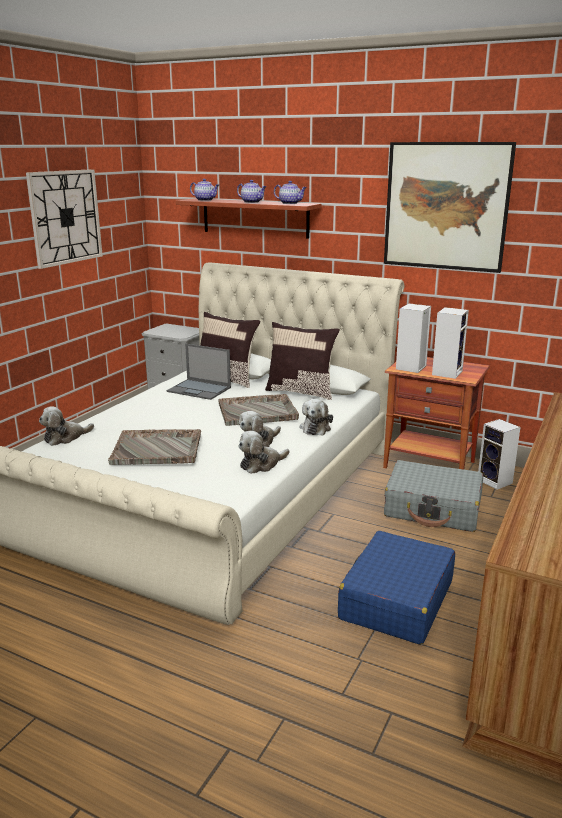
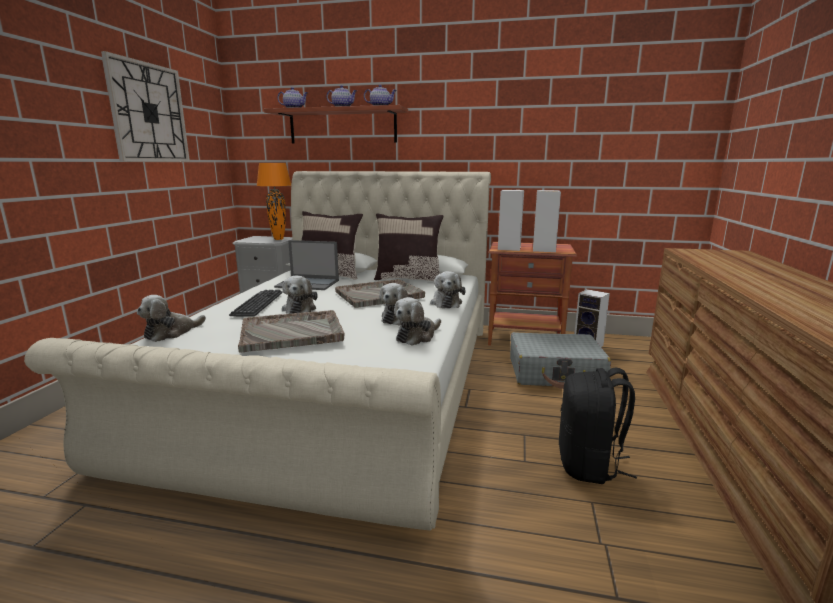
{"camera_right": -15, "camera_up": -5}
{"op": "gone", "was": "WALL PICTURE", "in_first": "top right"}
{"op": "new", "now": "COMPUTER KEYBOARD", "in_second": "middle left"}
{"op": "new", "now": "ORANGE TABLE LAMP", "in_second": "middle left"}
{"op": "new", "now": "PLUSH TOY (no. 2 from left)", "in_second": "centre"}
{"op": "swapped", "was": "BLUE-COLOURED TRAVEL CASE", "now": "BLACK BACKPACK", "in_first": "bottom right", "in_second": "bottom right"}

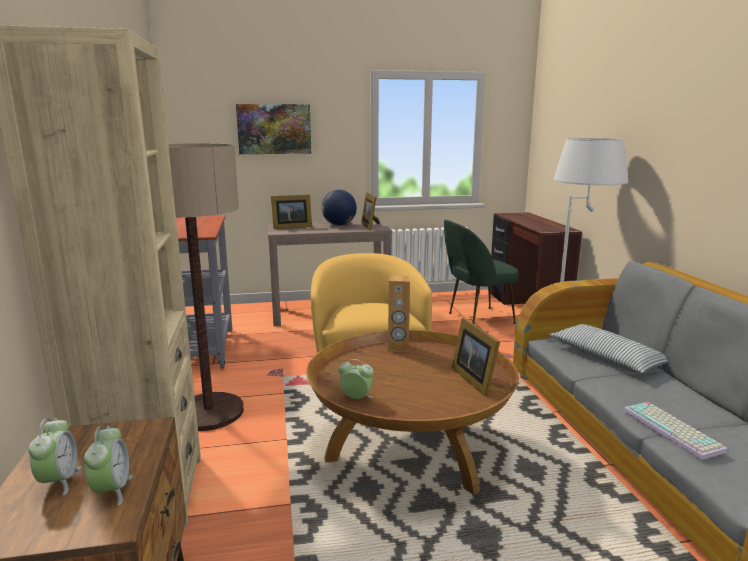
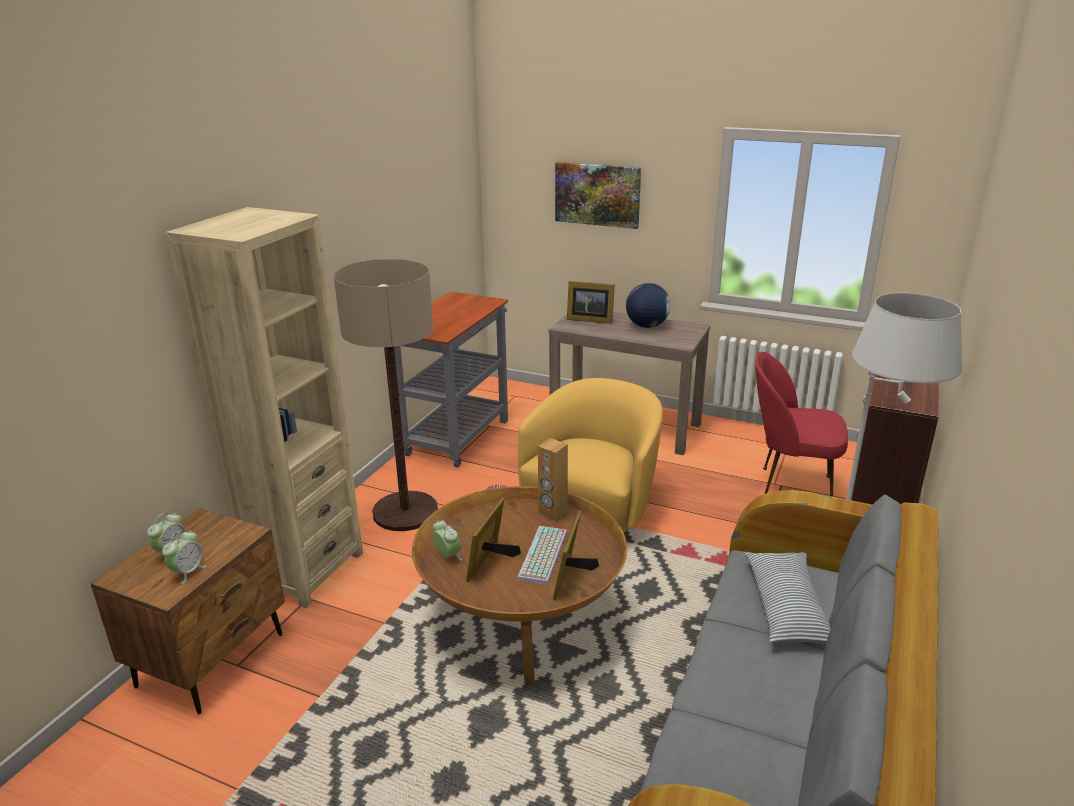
{"camera_right": 35, "camera_up": 10}
{"op": "shifted", "was": "PICTURE FRAME (no. 2 from left in the first image)", "now": "PICTURE FRAME (no. 1 from left)", "in_first": "centre", "in_second": "bottom centre"}
{"op": "shifted", "was": "COMPUTER KEYBOARD", "in_first": "bottom right", "in_second": "bottom centre"}
{"op": "repainted", "was": "GREEN CHAIR", "now": "RED CHAIR", "in_first": "centre", "in_second": "middle right"}

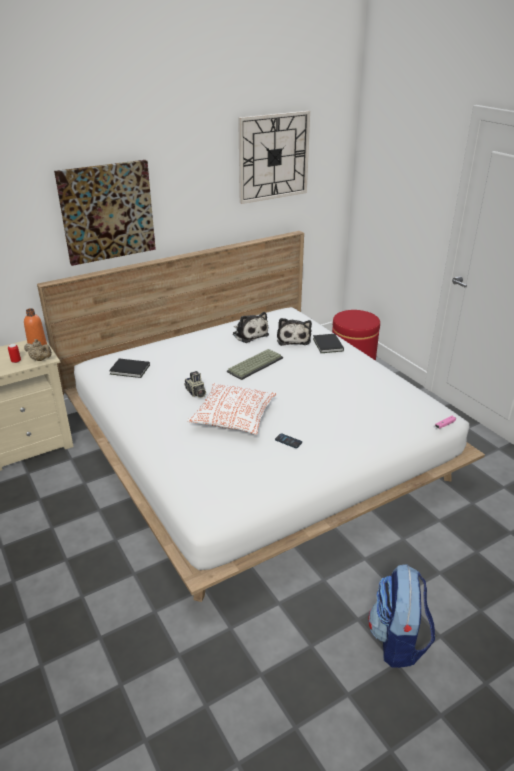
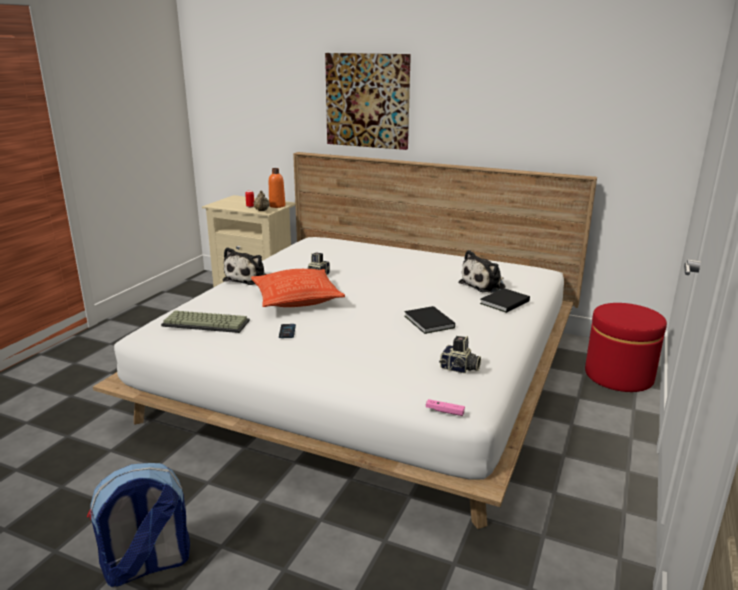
{"camera_right": 55, "camera_up": -10}
{"op": "gone", "was": "WALL CLOCK", "in_first": "top centre"}
{"op": "new", "now": "PHOTO CAMERA (no. 2 from left)", "in_second": "centre"}
{"op": "shifted", "was": "BLACK BOUND BOOK (no. 1 from left)", "in_first": "middle left", "in_second": "centre"}
{"op": "shifted", "was": "COMPUTER KEYBOARD", "in_first": "centre", "in_second": "middle left"}
{"op": "shifted", "was": "PLUSH TOY (no. 1 from left)", "in_first": "centre", "in_second": "middle left"}
{"op": "repainted", "was": "WHITE-COLOURED CUSHION", "now": "ORANGE CUSHION", "in_first": "centre", "in_second": "centre"}

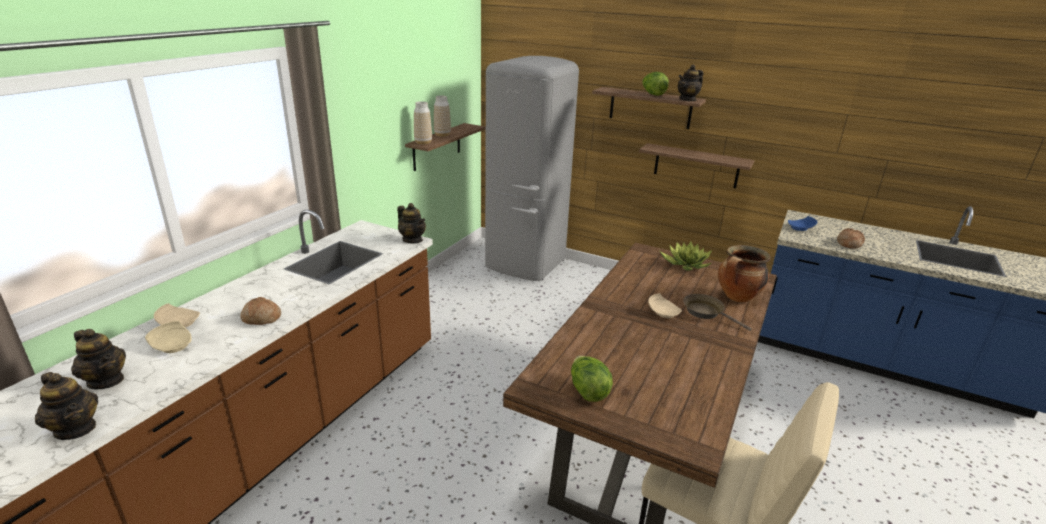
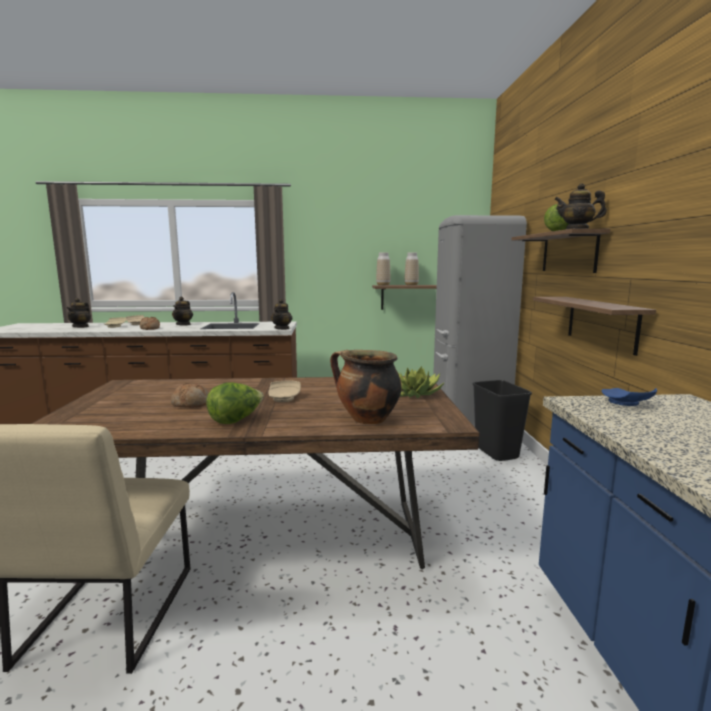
{"camera_right": 60, "camera_up": -15}
{"op": "gone", "was": "BROWN PAN", "in_first": "middle right"}
{"op": "new", "now": "BLACK RUBBISH BIN", "in_second": "middle right"}
{"op": "shifted", "was": "TEA POT (no. 1 from left in the first image)", "now": "TEA POT (no. 2 from left)", "in_first": "bottom left", "in_second": "middle left"}
{"op": "shifted", "was": "HEAD OF LETTUCE (no. 1 from left)", "in_first": "bottom centre", "in_second": "middle left"}
{"op": "shifted", "was": "BAKED BREAD (no. 2 from left)", "in_first": "middle right", "in_second": "middle left"}

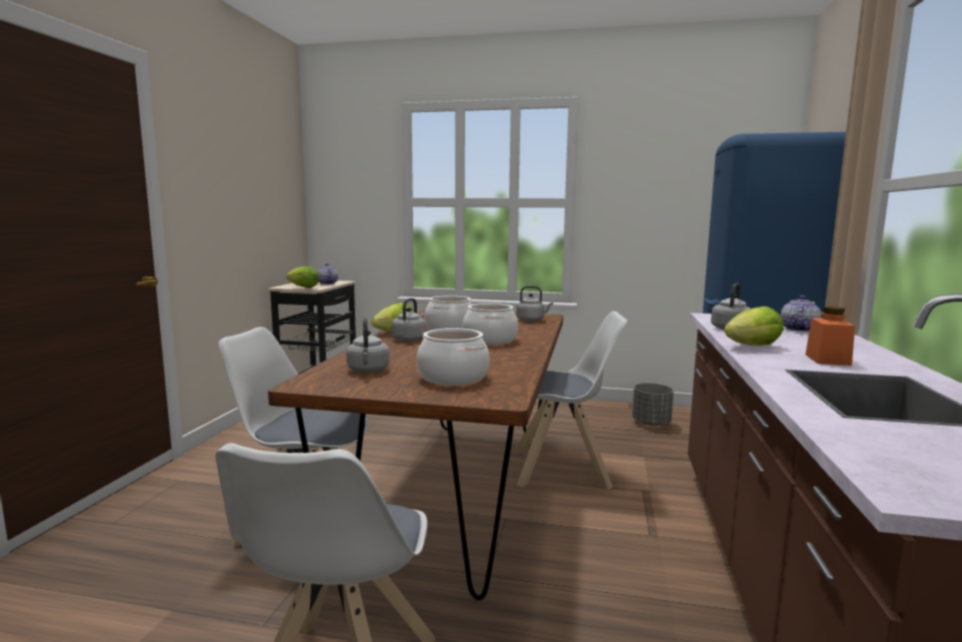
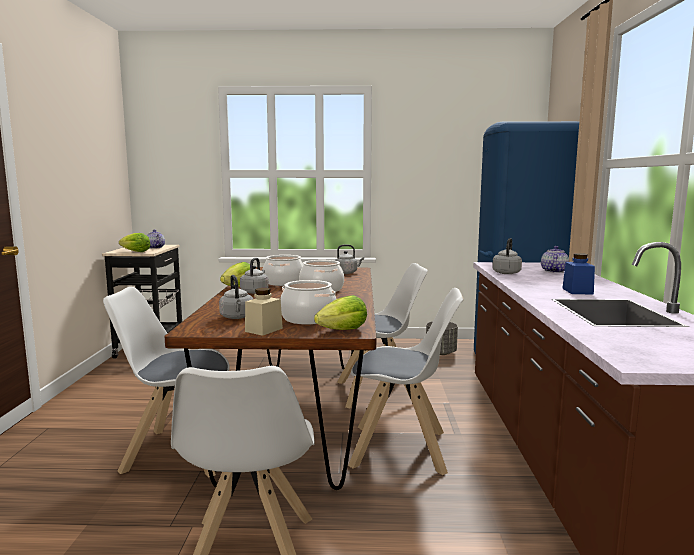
{"camera_right": -10, "camera_up": 0}
{"op": "new", "now": "SAND-COLOURED JAR", "in_second": "centre"}
{"op": "new", "now": "CHAIR (no. 4 from left)", "in_second": "bottom centre"}
{"op": "shifted", "was": "HEAD OF LETTUCE (no. 3 from left)", "in_first": "middle right", "in_second": "centre"}
{"op": "repainted", "was": "ORANGE JAR", "now": "BLUE-COLOURED JAR", "in_first": "middle right", "in_second": "middle right"}

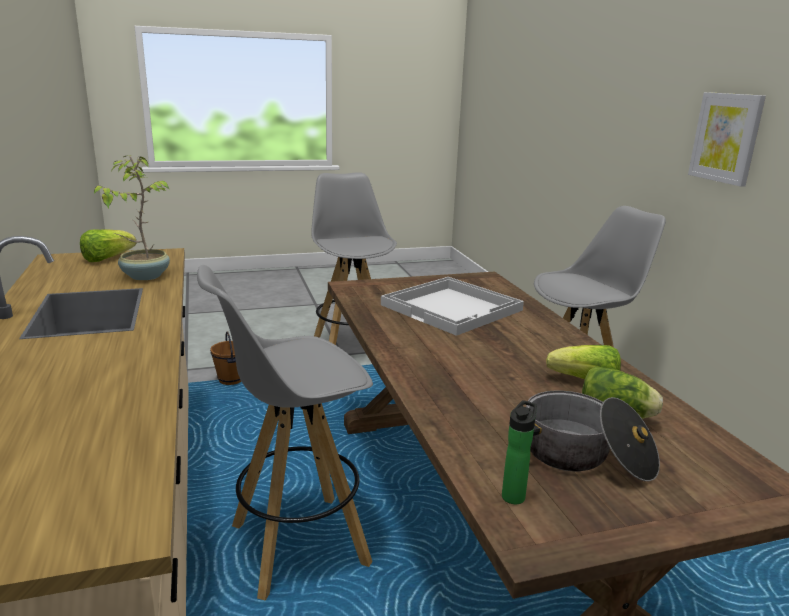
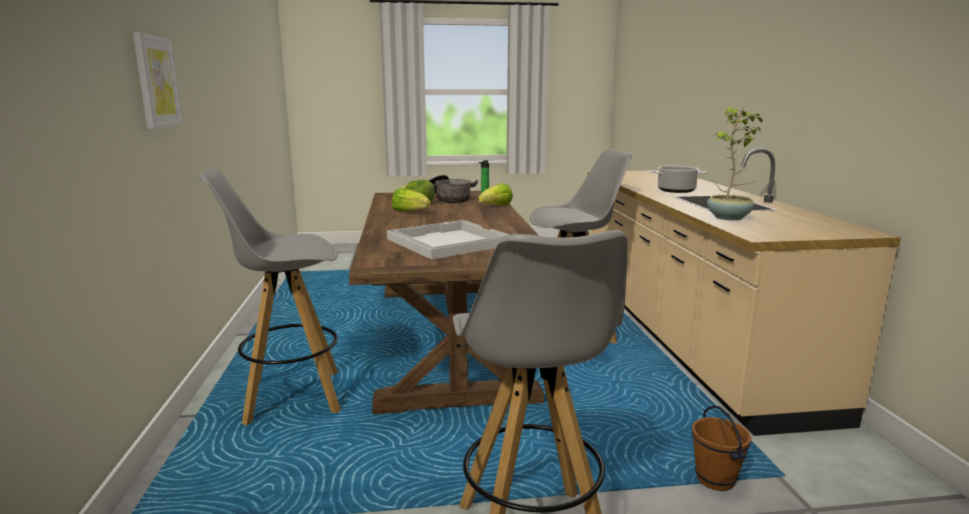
{"camera_right": -170, "camera_up": -5}
{"op": "new", "now": "SAUCEPOT (no. 2 from left)", "in_second": "middle right"}
{"op": "shifted", "was": "HEAD OF LETTUCE (no. 1 from left in the first image)", "now": "HEAD OF LETTUCE (no. 3 from left)", "in_first": "middle left", "in_second": "centre"}

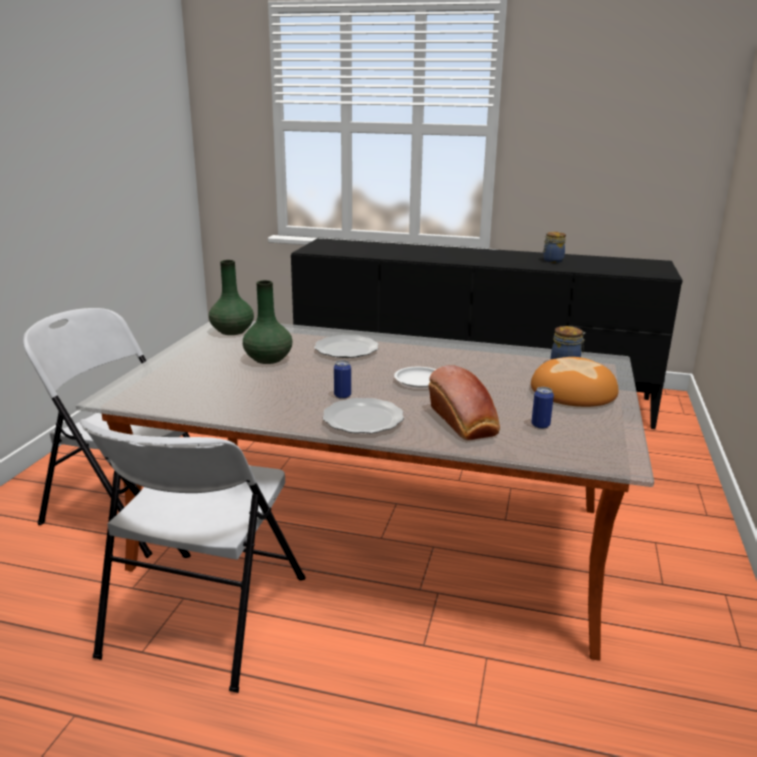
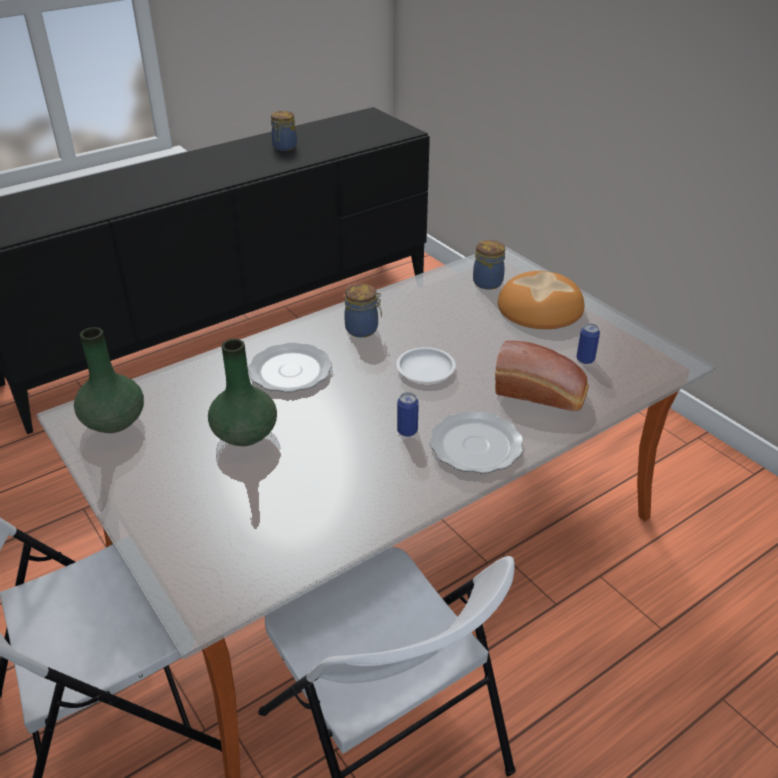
{"camera_right": -50, "camera_up": 15}
{"op": "new", "now": "JAR (no. 2 from left)", "in_second": "centre"}

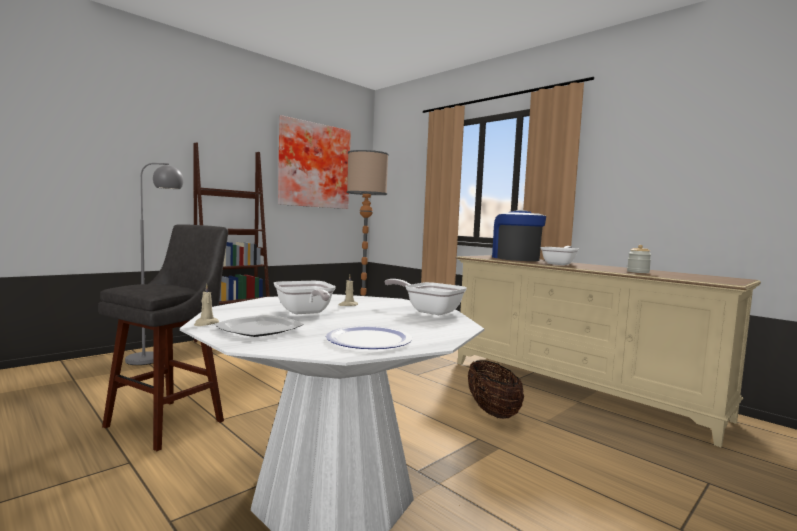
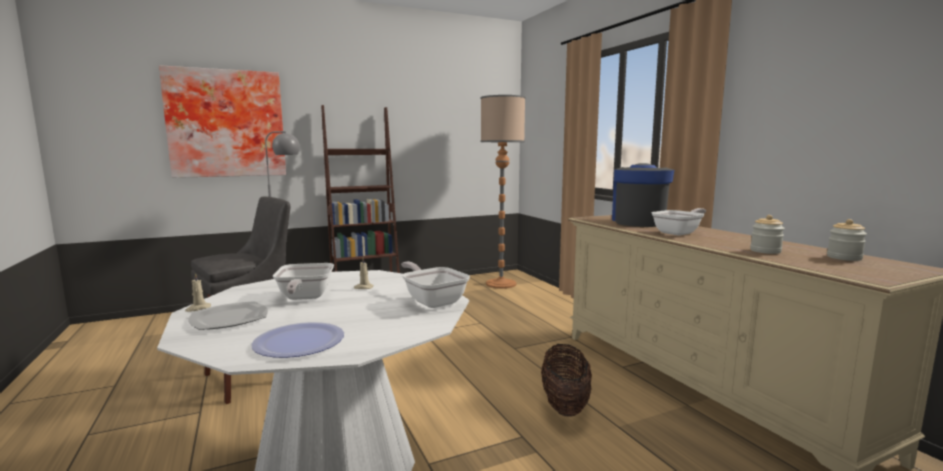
{"camera_right": 20, "camera_up": 5}
{"op": "new", "now": "JAR (no. 2 from left)", "in_second": "middle right"}
{"op": "shifted", "was": "WALL PICTURE", "in_first": "top centre", "in_second": "top left"}

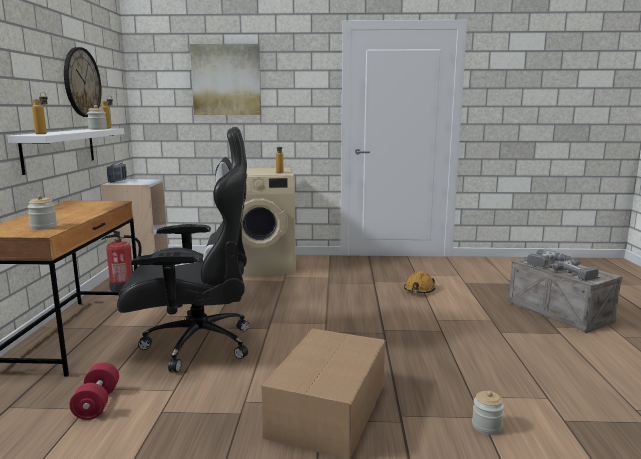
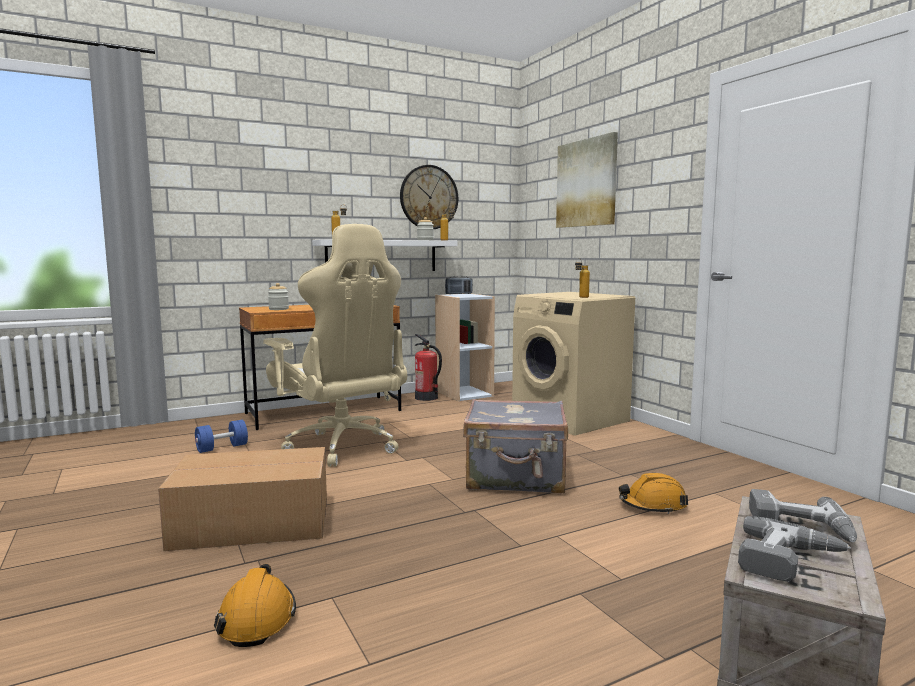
{"camera_right": 60, "camera_up": -5}
{"op": "new", "now": "GREYISH TRAVEL CASE", "in_second": "centre"}
{"op": "swapped", "was": "JAR (no. 3 from left)", "now": "ORANGE WORK HELMET (no. 1 from left)", "in_first": "bottom right", "in_second": "bottom left"}
{"op": "repainted", "was": "RED HAND WEIGHT", "now": "BLUE-COLOURED HAND WEIGHT", "in_first": "bottom left", "in_second": "middle left"}
{"op": "repainted", "was": "BLACK OFFICE CHAIR", "now": "SAND-COLOURED OFFICE CHAIR", "in_first": "middle left", "in_second": "centre"}

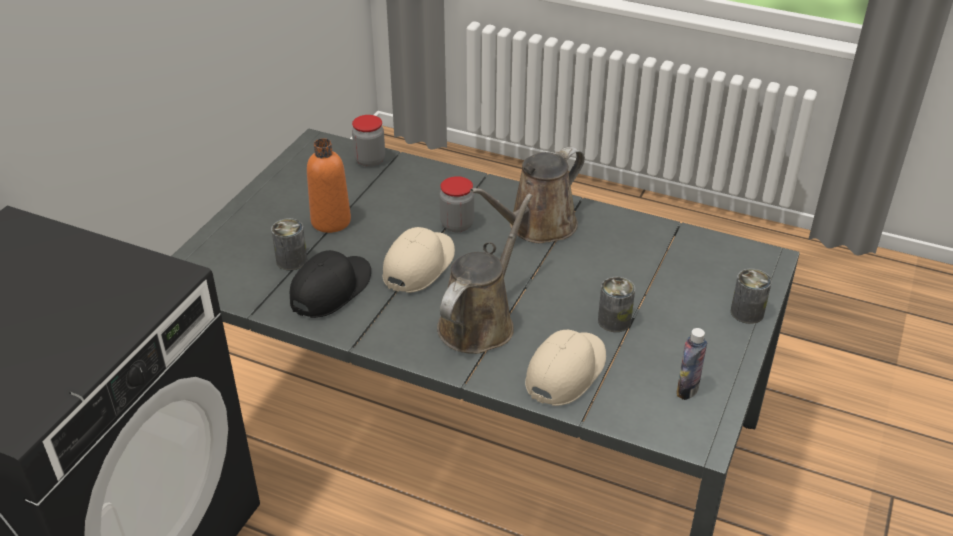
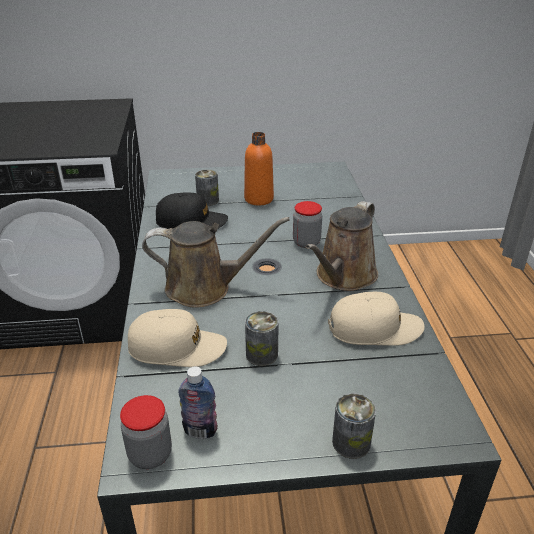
{"camera_right": 60, "camera_up": -5}
{"op": "shifted", "was": "JAR (no. 1 from left)", "in_first": "top centre", "in_second": "bottom left"}
{"op": "shifted", "was": "SAND-COLOURED PEAKED CAP (no. 1 from left in the first image)", "now": "SAND-COLOURED PEAKED CAP (no. 2 from left)", "in_first": "centre", "in_second": "middle right"}
{"op": "rotated", "was": "BROWN SPRINKLING CAN (no. 2 from left)", "in_first": "centre", "in_second": "centre", "clockwise": -75}

